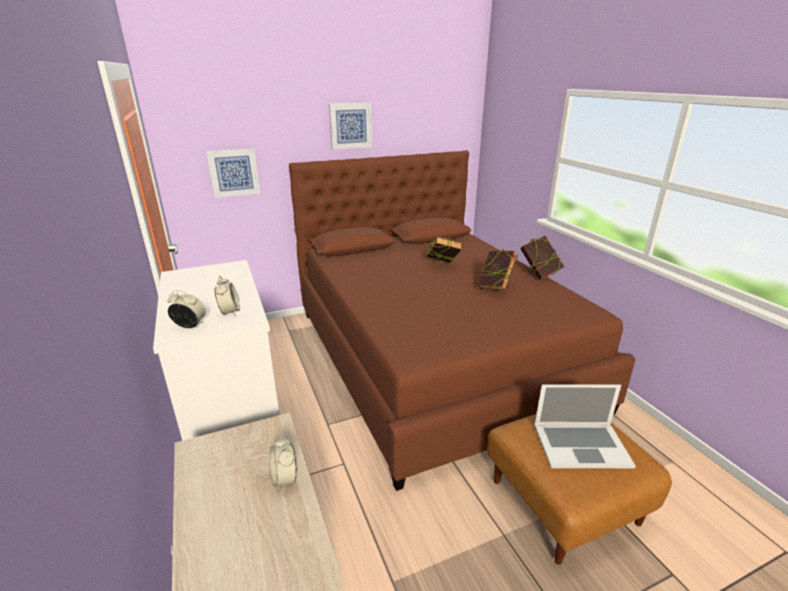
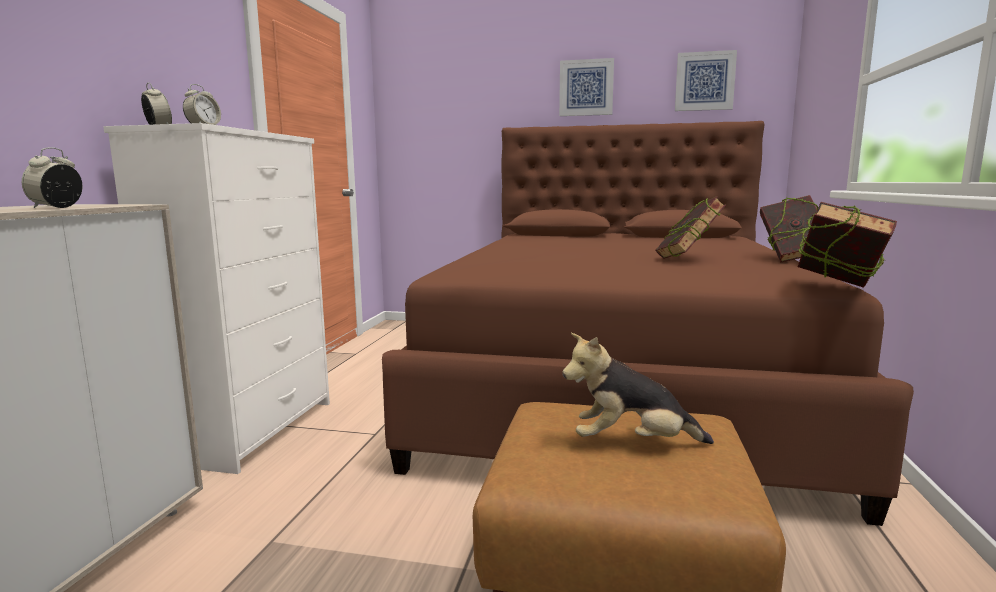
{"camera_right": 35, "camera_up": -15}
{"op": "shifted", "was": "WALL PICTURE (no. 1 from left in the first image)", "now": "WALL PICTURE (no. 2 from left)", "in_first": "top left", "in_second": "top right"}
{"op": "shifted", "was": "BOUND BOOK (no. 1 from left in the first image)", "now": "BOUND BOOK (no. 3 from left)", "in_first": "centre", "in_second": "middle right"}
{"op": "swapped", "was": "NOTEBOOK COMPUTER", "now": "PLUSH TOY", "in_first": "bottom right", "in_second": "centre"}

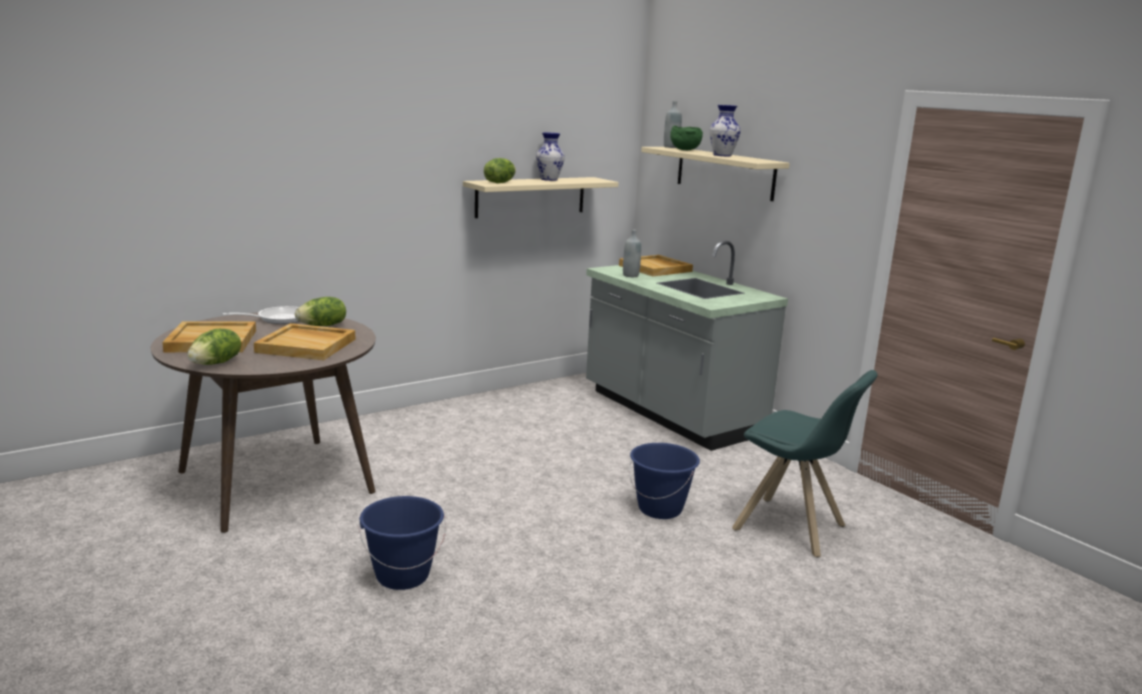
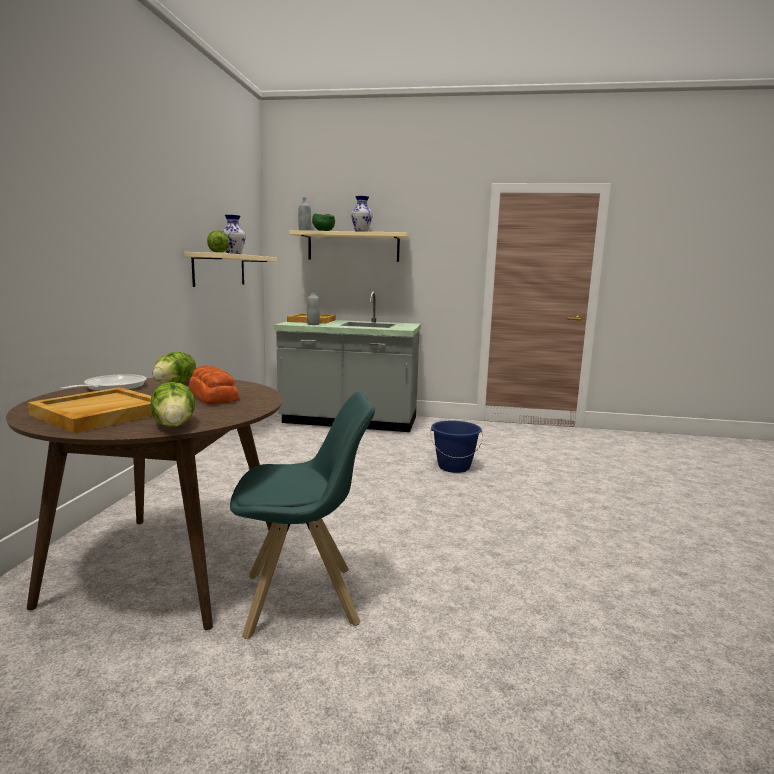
{"camera_right": -45, "camera_up": -5}
{"op": "gone", "was": "BLUE-COLOURED WATER BUCKET (no. 1 from left)", "in_first": "bottom centre"}
{"op": "shifted", "was": "TURQUOISE CHAIR", "in_first": "bottom right", "in_second": "centre"}
{"op": "swapped", "was": "SAND-COLOURED TRAY (no. 2 from left)", "now": "BAKED BREAD", "in_first": "middle left", "in_second": "middle left"}

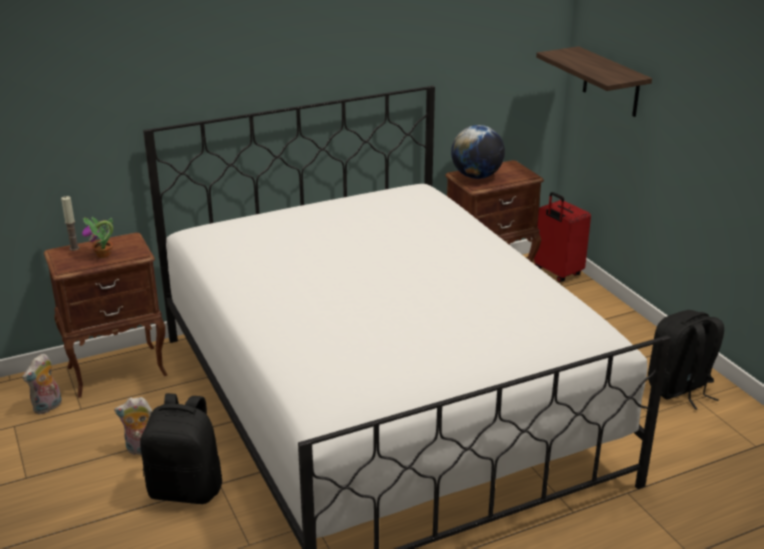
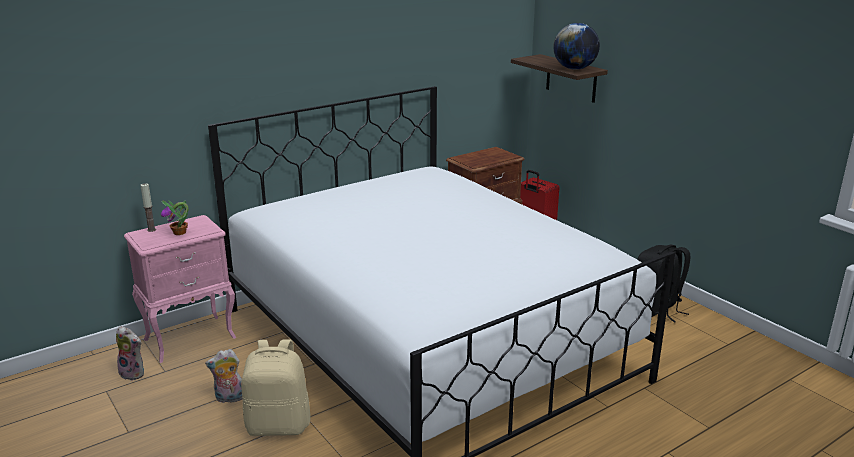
{"camera_right": -10, "camera_up": -5}
{"op": "shifted", "was": "DESK GLOBE", "in_first": "top centre", "in_second": "top right"}
{"op": "repainted", "was": "BROWN NIGHT TABLE (no. 1 from left)", "now": "PINK-COLOURED NIGHT TABLE", "in_first": "middle left", "in_second": "middle left"}
{"op": "repainted", "was": "BLACK BACKPACK (no. 1 from left)", "now": "SAND-COLOURED BACKPACK", "in_first": "bottom left", "in_second": "bottom left"}
{"op": "rotated", "was": "PLUSH TOY (no. 1 from left)", "in_first": "bottom left", "in_second": "bottom left", "clockwise": -90}

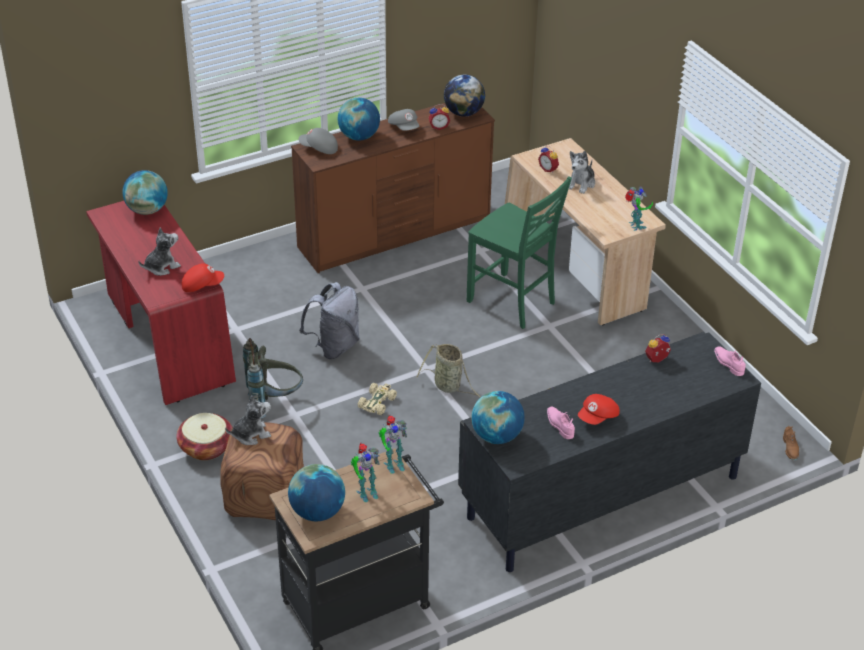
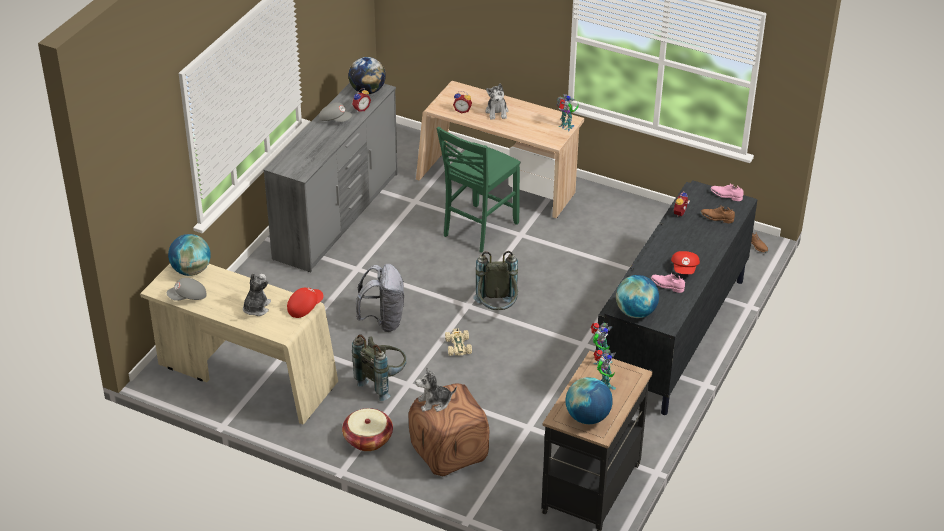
{"camera_right": -35, "camera_up": 0}
{"op": "gone", "was": "DESK GLOBE (no. 3 from left)", "in_first": "top centre"}
{"op": "new", "now": "BROWN ITEM OF FOOTWEAR (no. 1 from left)", "in_second": "middle right"}
{"op": "shifted", "was": "GREYISH PEAKED CAP (no. 1 from left)", "in_first": "top centre", "in_second": "middle left"}
{"op": "swapped", "was": "STORAGE BASKET (no. 2 from left)", "now": "GREYISH BACKPACK (no. 3 from left)", "in_first": "centre", "in_second": "centre"}
{"op": "repainted", "was": "RED DESK", "now": "SAND-COLOURED DESK (no. 1 from left)", "in_first": "middle left", "in_second": "middle left"}
{"op": "repainted", "was": "BROWN DRAWER CHEST", "now": "GREYISH DRAWER CHEST", "in_first": "top centre", "in_second": "centre"}
{"op": "rotated", "was": "PLUSH TOY (no. 2 from left)", "in_first": "middle left", "in_second": "bottom centre", "clockwise": -135}
{"op": "rotated", "was": "GREEN CHAIR", "in_first": "centre", "in_second": "centre", "clockwise": 120}

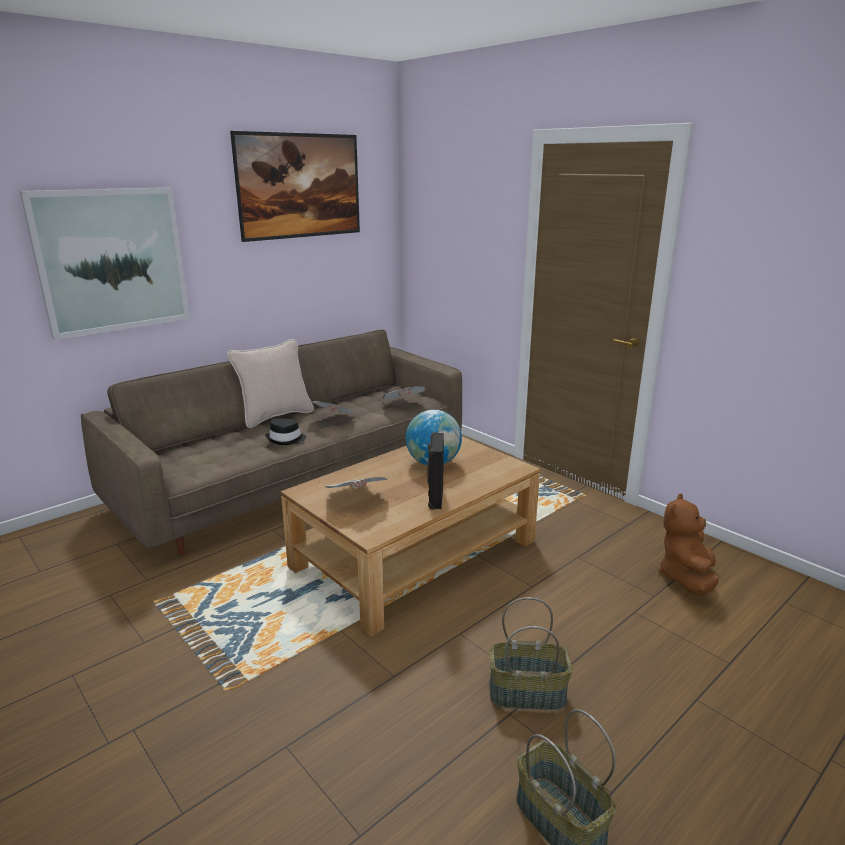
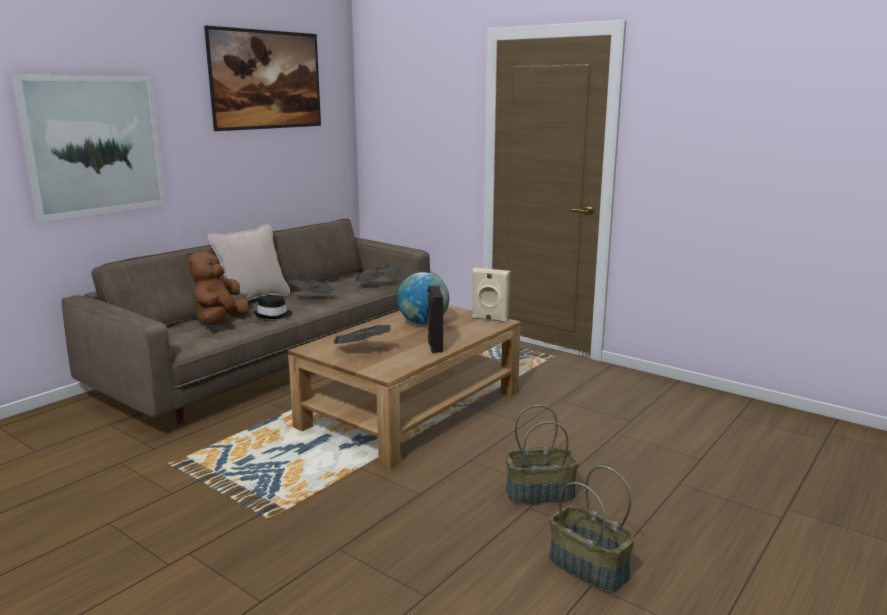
{"camera_right": -10, "camera_up": -5}
{"op": "new", "now": "SAND-COLOURED LOUDSPEAKER", "in_second": "centre"}
{"op": "shifted", "was": "BROWN PLUSH TOY", "in_first": "middle right", "in_second": "middle left"}

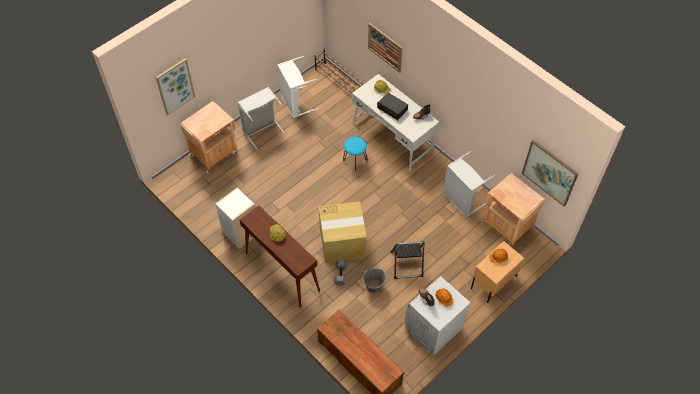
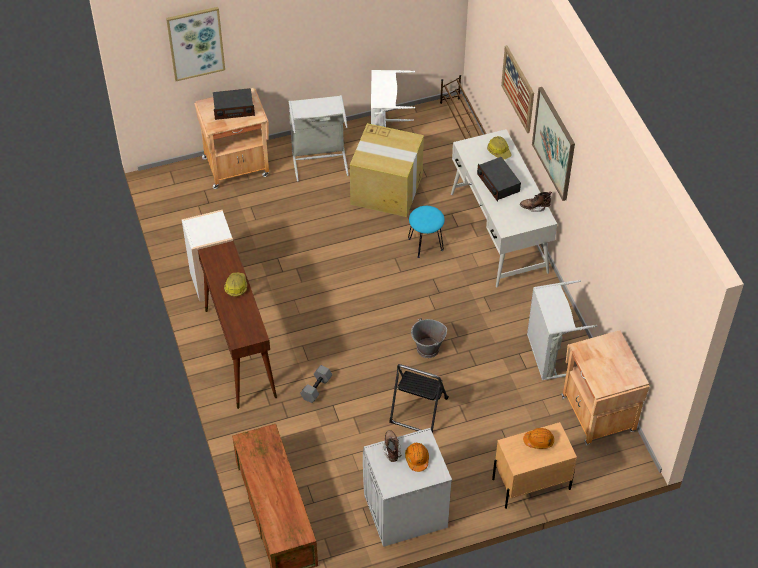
{"camera_right": 25, "camera_up": -5}
{"op": "new", "now": "RADIO SET (no. 1 from left)", "in_second": "top left"}
{"op": "shifted", "was": "CARTON", "in_first": "centre", "in_second": "top centre"}
{"op": "shifted", "was": "GREYISH WATER BUCKET", "in_first": "bottom centre", "in_second": "centre"}
{"op": "shifted", "was": "WALL PICTURE (no. 3 from left)", "in_first": "middle right", "in_second": "top right"}

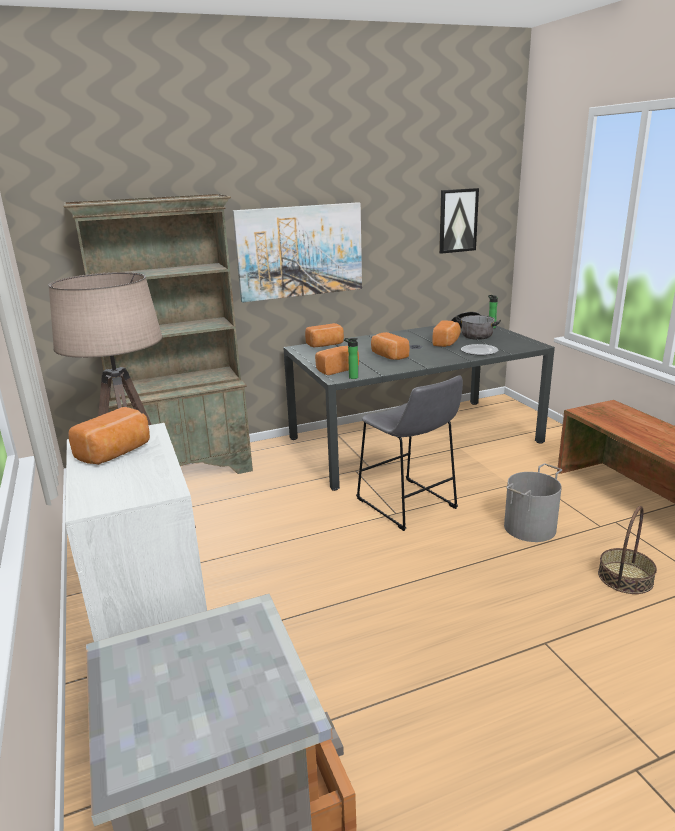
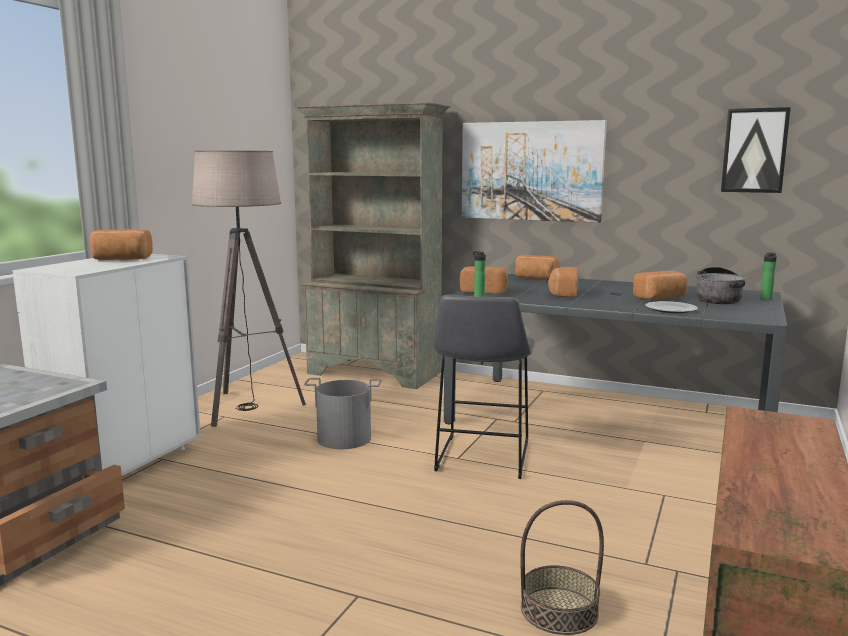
{"camera_right": 45, "camera_up": -10}
{"op": "shifted", "was": "GREYISH WATER BUCKET", "in_first": "middle right", "in_second": "centre"}

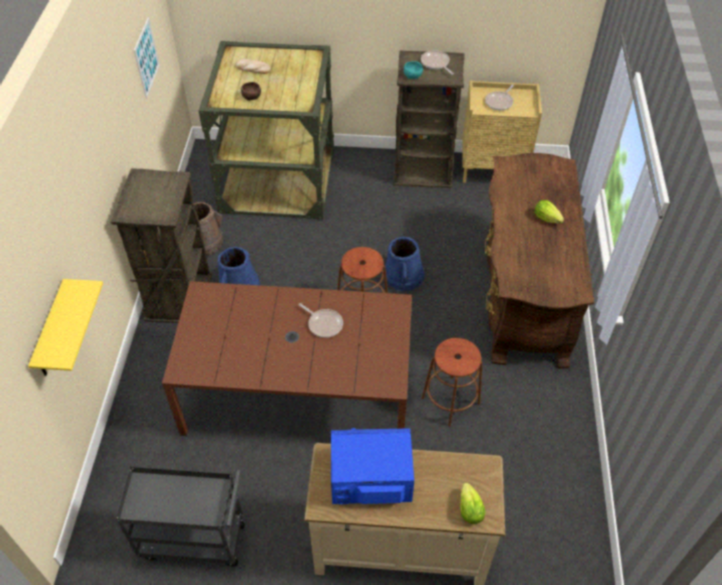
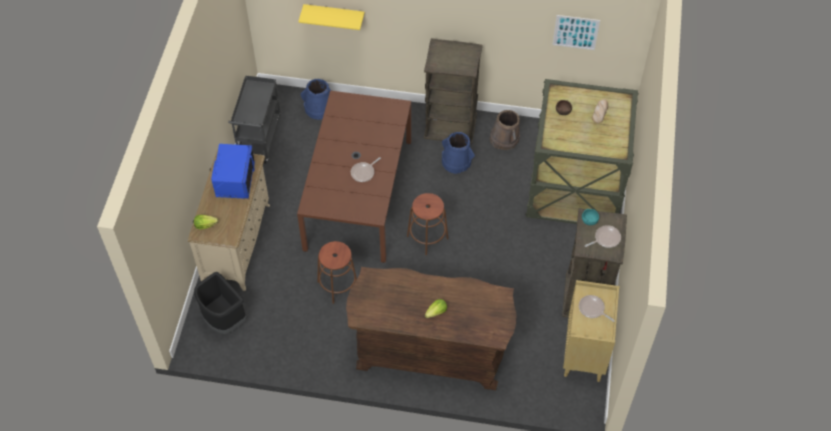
{"camera_right": 95, "camera_up": 5}
{"op": "new", "now": "BLACK RUBBISH BIN", "in_second": "bottom left"}
{"op": "shifted", "was": "BLUE-COLOURED WATER BUCKET (no. 2 from left in the first image)", "now": "BLUE-COLOURED WATER BUCKET (no. 1 from left)", "in_first": "centre", "in_second": "top centre"}

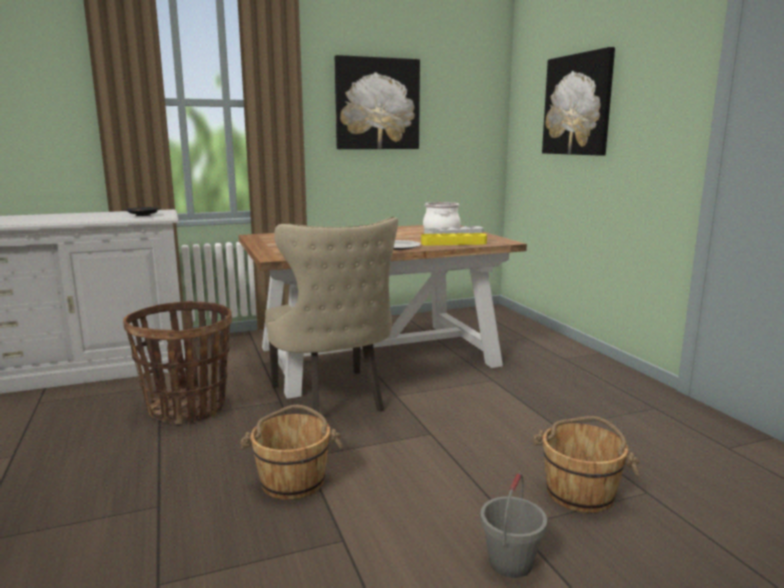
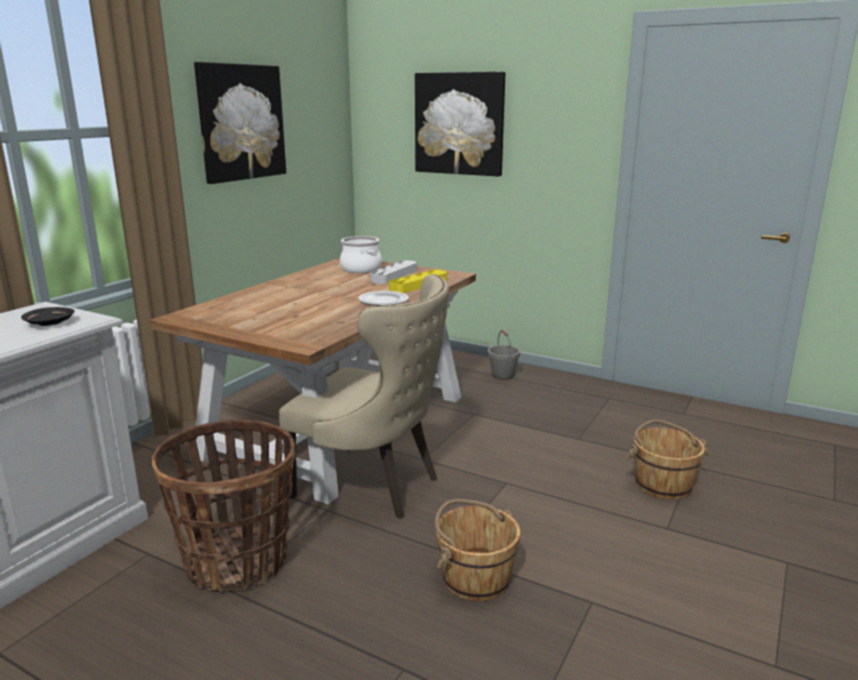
{"camera_right": -40, "camera_up": 5}
{"op": "shifted", "was": "GREYISH WATER BUCKET", "in_first": "bottom centre", "in_second": "centre"}

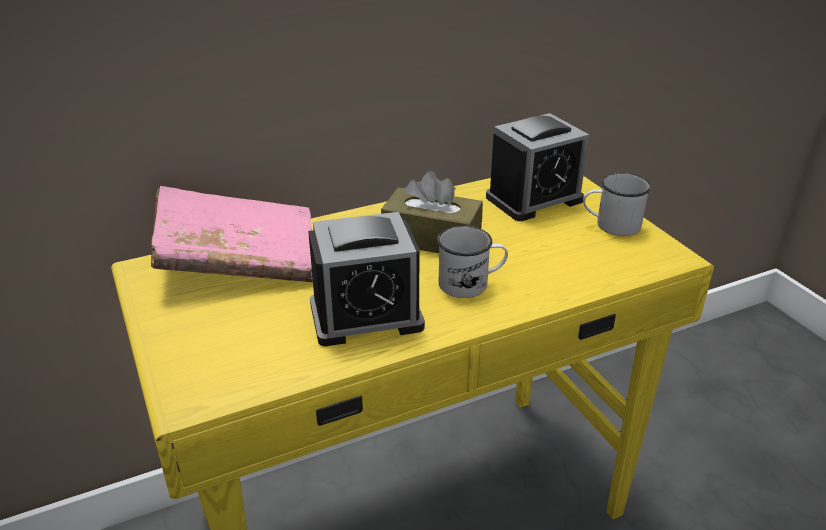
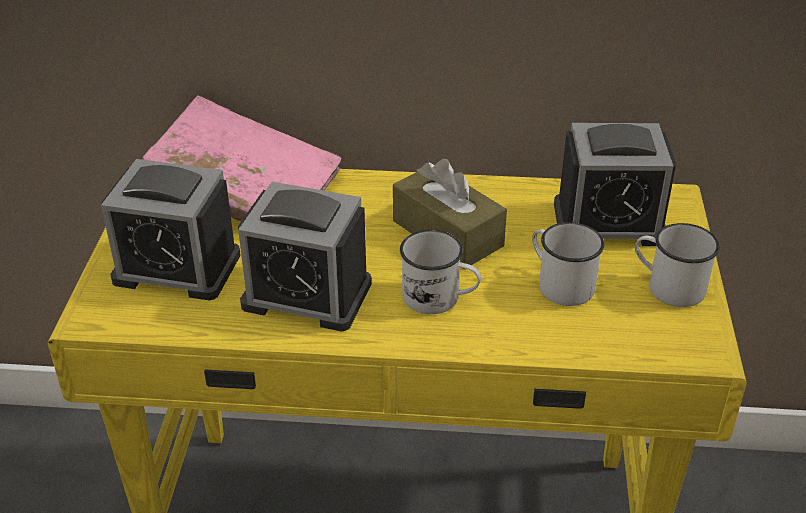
{"camera_right": 30, "camera_up": 5}
{"op": "new", "now": "BEDSIDE CLOCK (no. 1 from left)", "in_second": "middle left"}
{"op": "new", "now": "WHITE-COLOURED TEA MUG (no. 2 from left)", "in_second": "middle right"}

